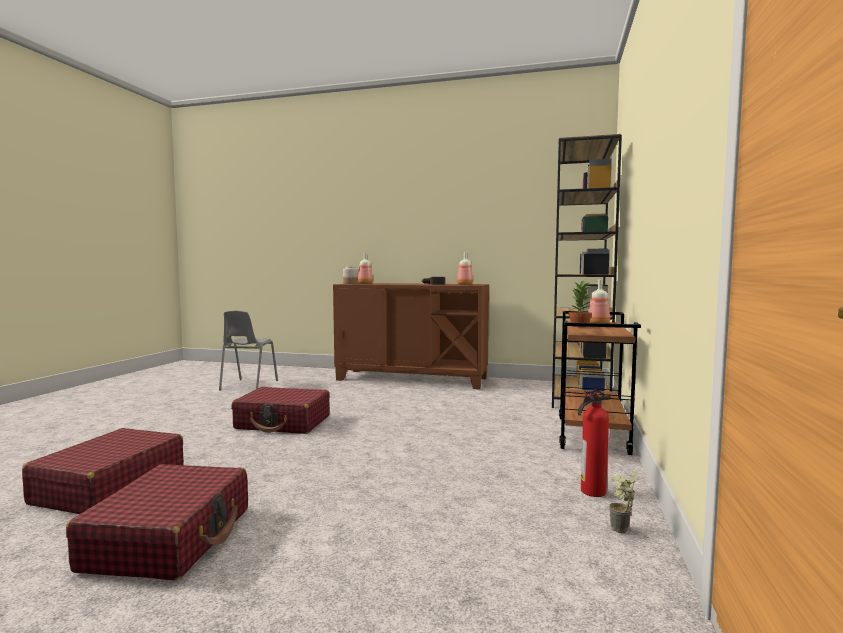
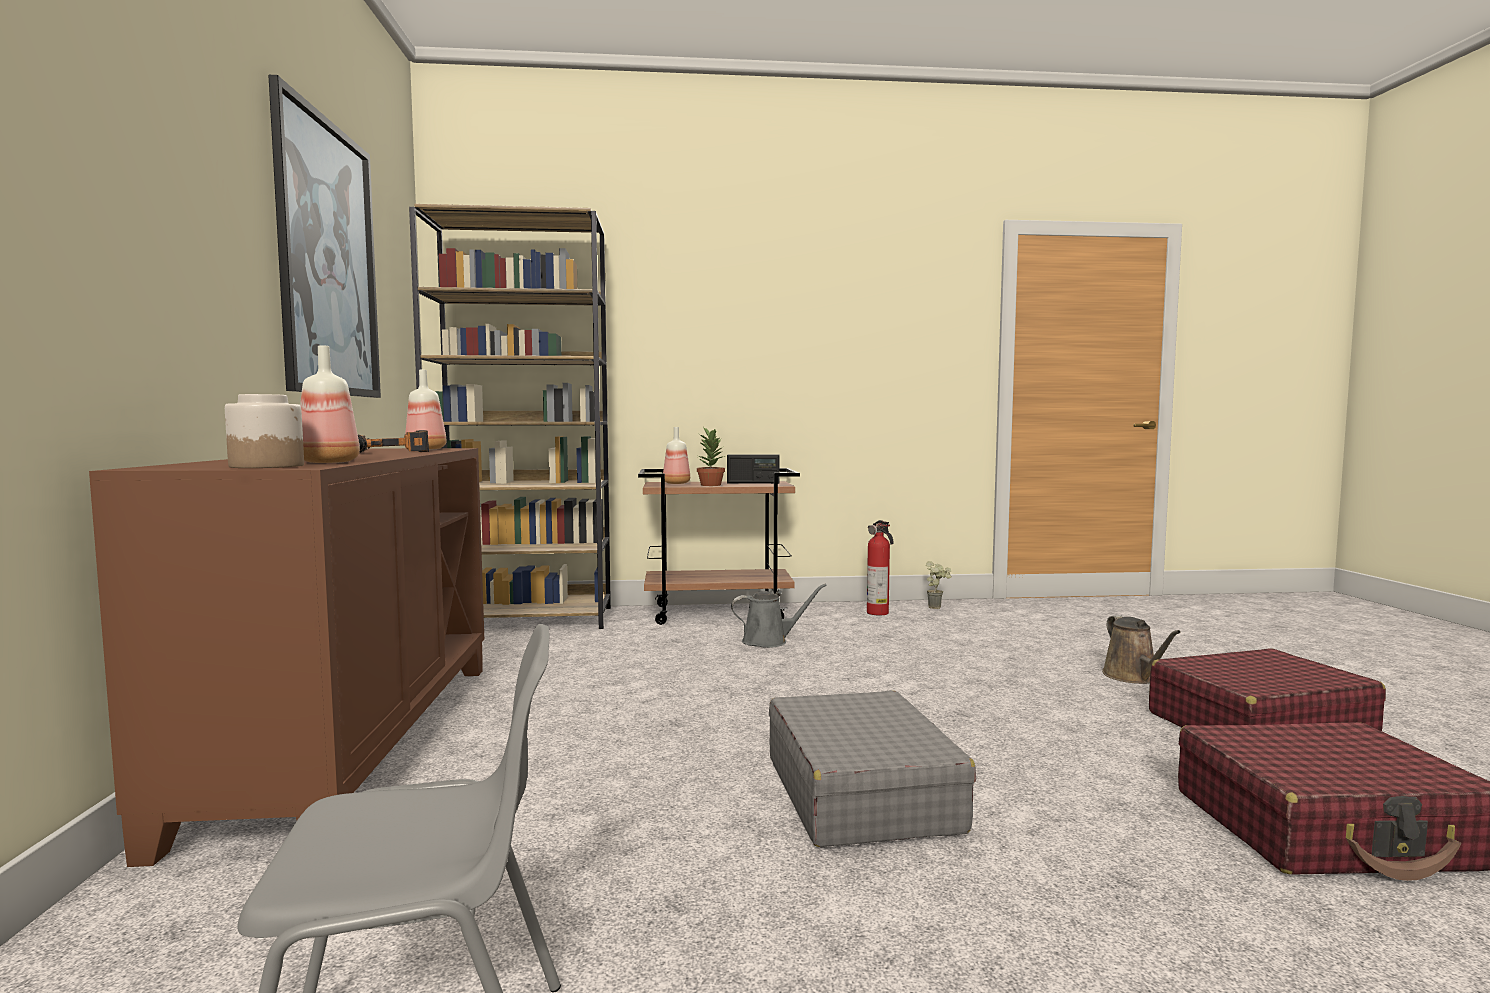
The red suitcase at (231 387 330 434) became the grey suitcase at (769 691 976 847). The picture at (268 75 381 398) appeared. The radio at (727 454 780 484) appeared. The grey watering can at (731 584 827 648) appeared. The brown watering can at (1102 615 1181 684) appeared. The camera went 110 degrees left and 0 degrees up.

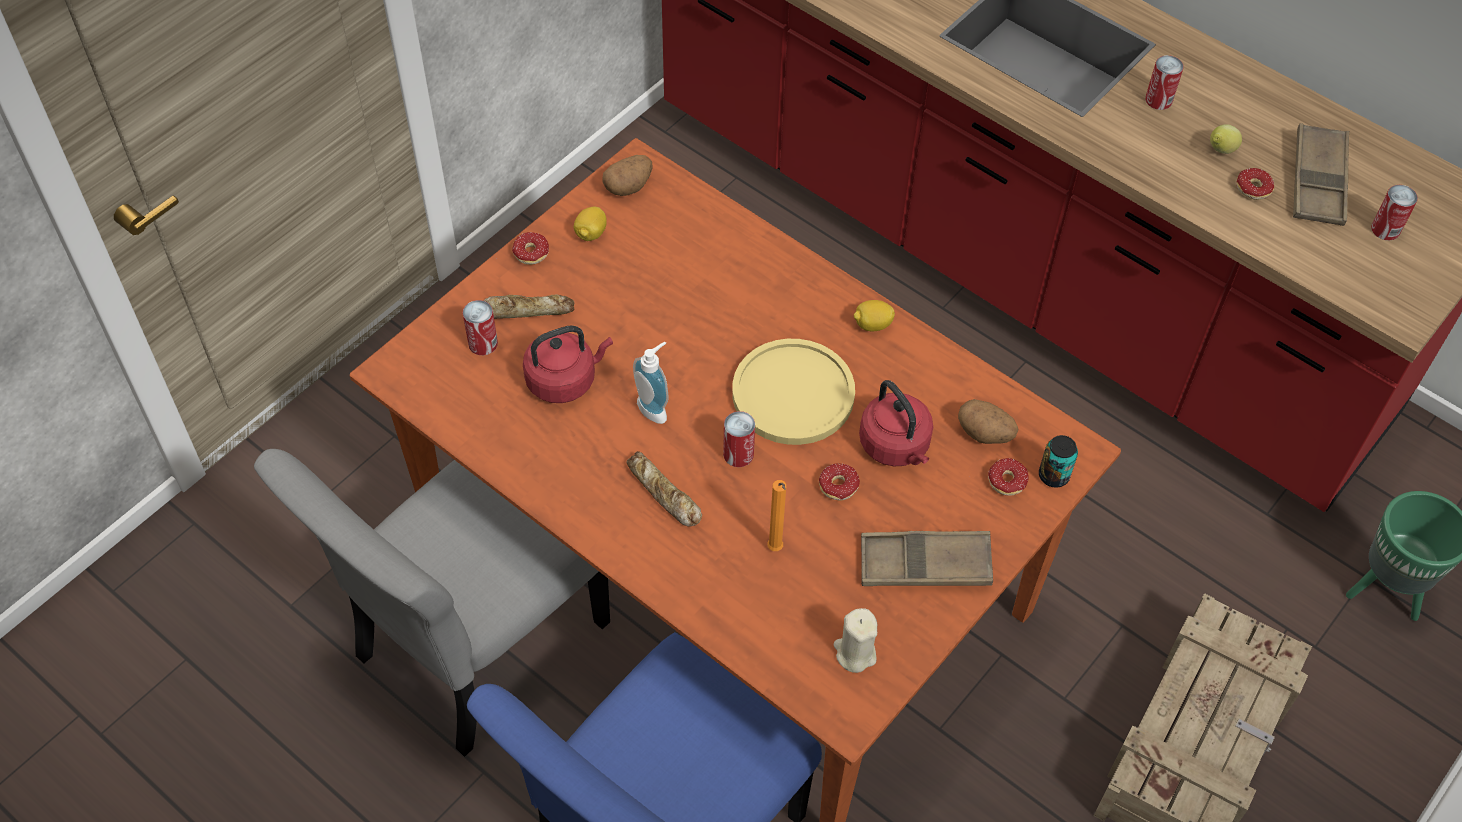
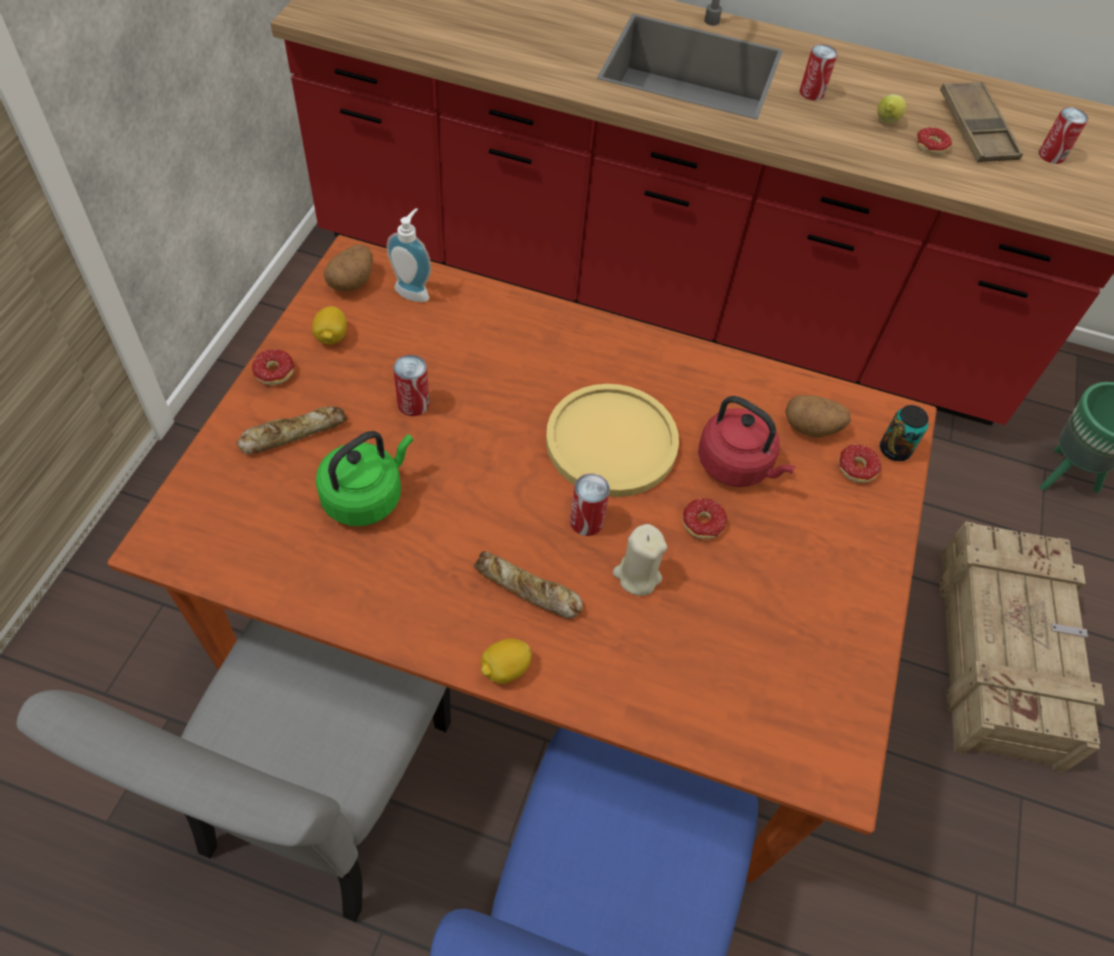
The can moved from (463 300 498 355) to (393 355 429 416). The lemon moved from (854 300 895 331) to (481 639 532 684). The red kettle at (523 325 613 403) became the green kettle at (316 431 413 526). The soap dispenser moved from (633 342 669 424) to (387 208 431 302). The orange candle at (767 480 786 551) disappeared. The brown tray at (861 531 993 586) disappeared. The beige candle moved from (834 608 877 673) to (613 524 667 596). The camera went 25 degrees left and 0 degrees up.

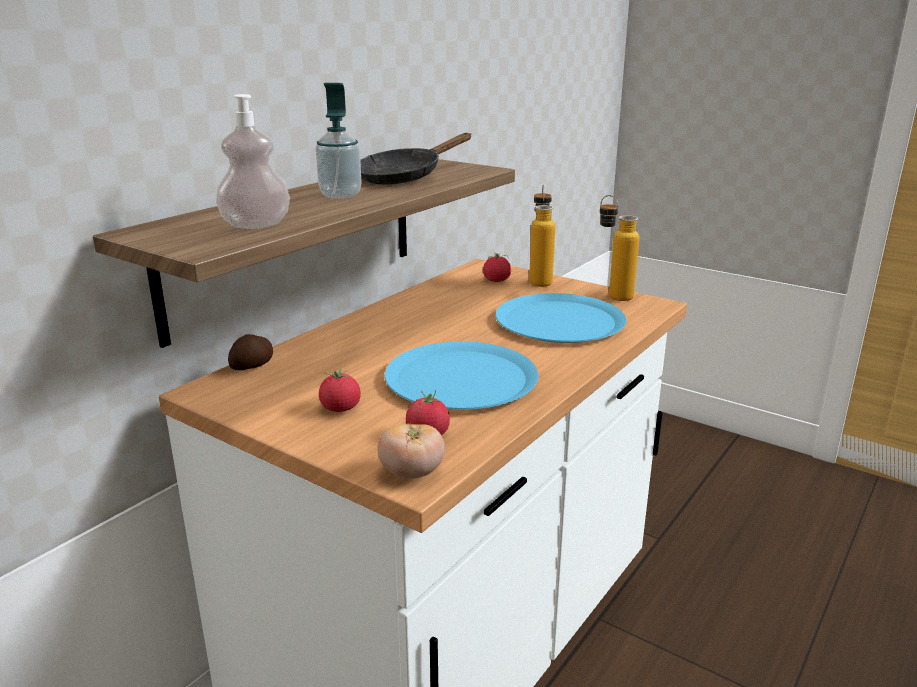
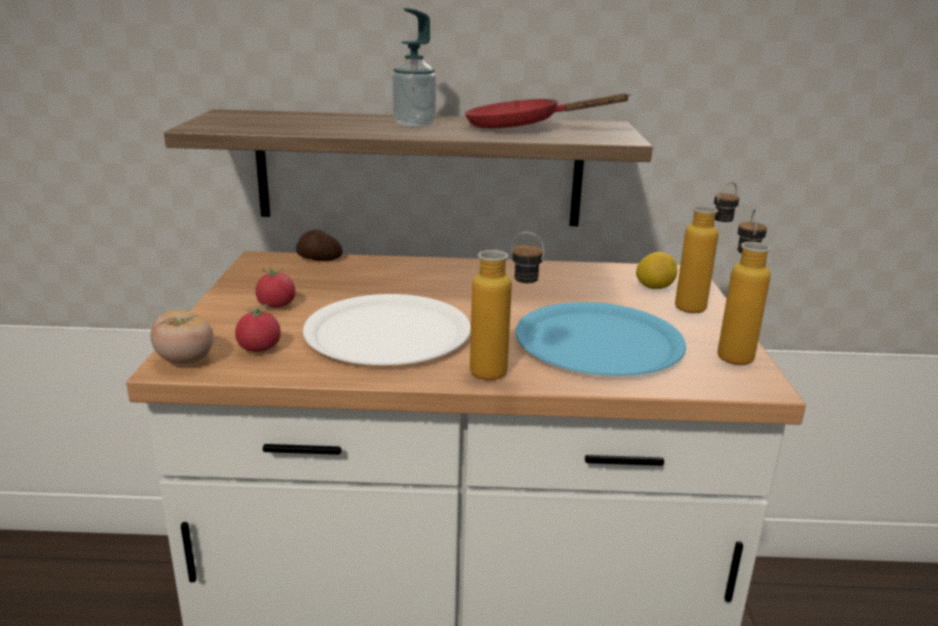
The soap dispenser at (216 94 290 229) disappeared. The black frying pan at (360 133 471 184) became the red frying pan at (465 93 631 128). The tomato at (483 253 511 282) was replaced by the lemon at (636 252 678 289). The blue plate at (385 341 539 410) became the white plate at (303 294 471 365). The bottle at (470 232 545 380) appeared. The camera went 55 degrees right and 0 degrees up.

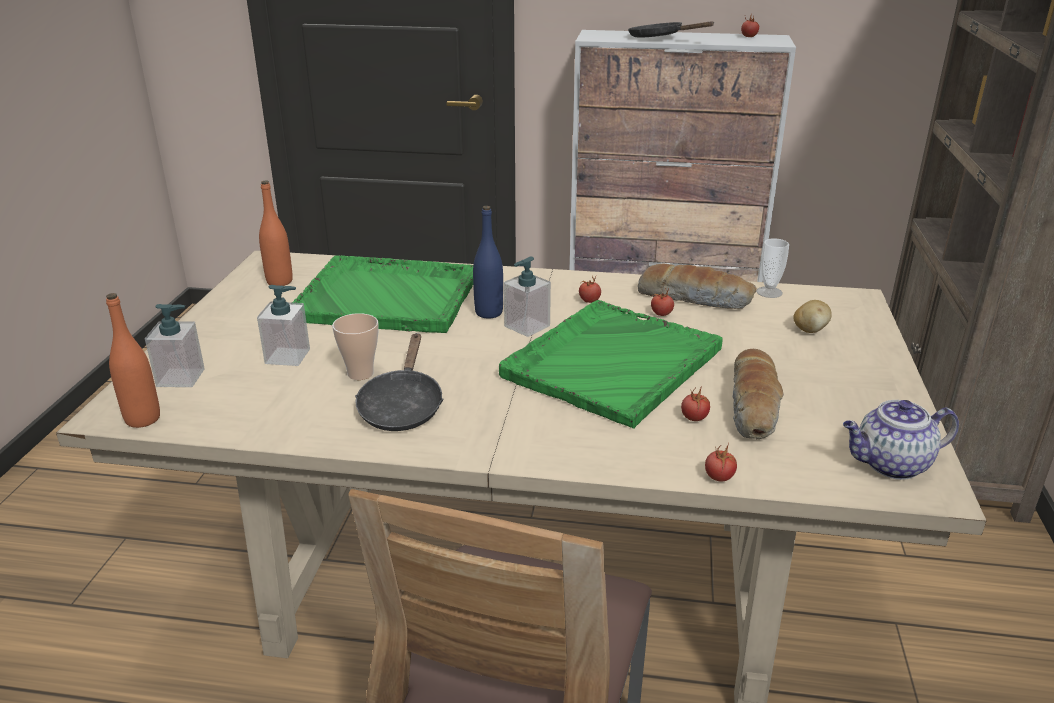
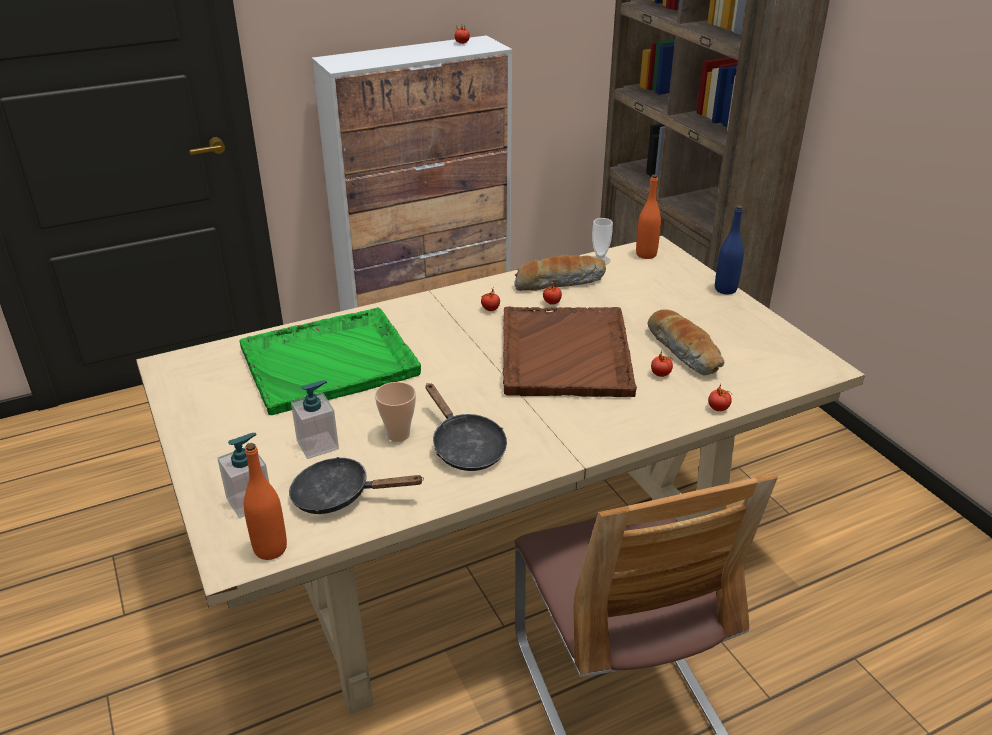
The black frying pan moved from (628 21 715 38) to (289 457 424 514). The orange bottle moved from (259 180 293 286) to (636 174 661 259). The blue bottle moved from (473 206 503 319) to (715 205 744 294). The soap dispenser at (504 257 551 337) disappeared. The green tray at (499 300 723 429) became the brown tray at (503 307 637 397). The potato at (793 300 832 333) disappeared. The teapot at (843 400 959 480) disappeared. The camera went 35 degrees left and 5 degrees up.

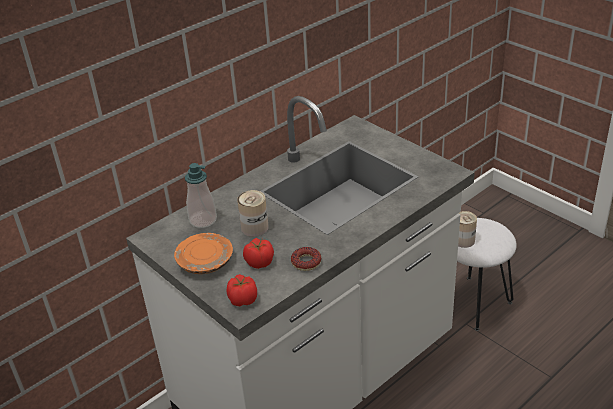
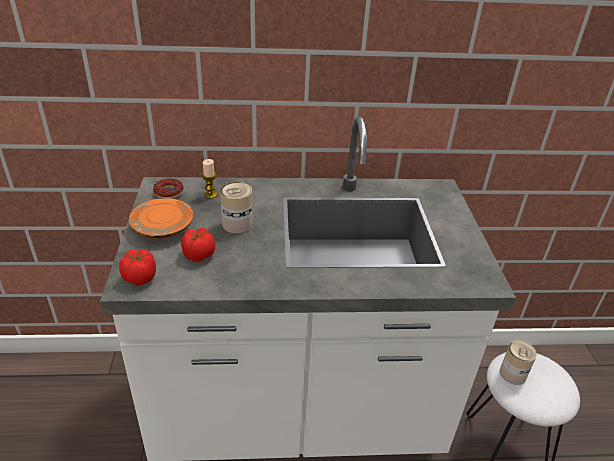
The soap dispenser at (185 163 217 228) was replaced by the candle at (202 159 217 199). The donut moved from (291 247 321 271) to (153 179 183 199). The camera went 35 degrees right and 0 degrees up.

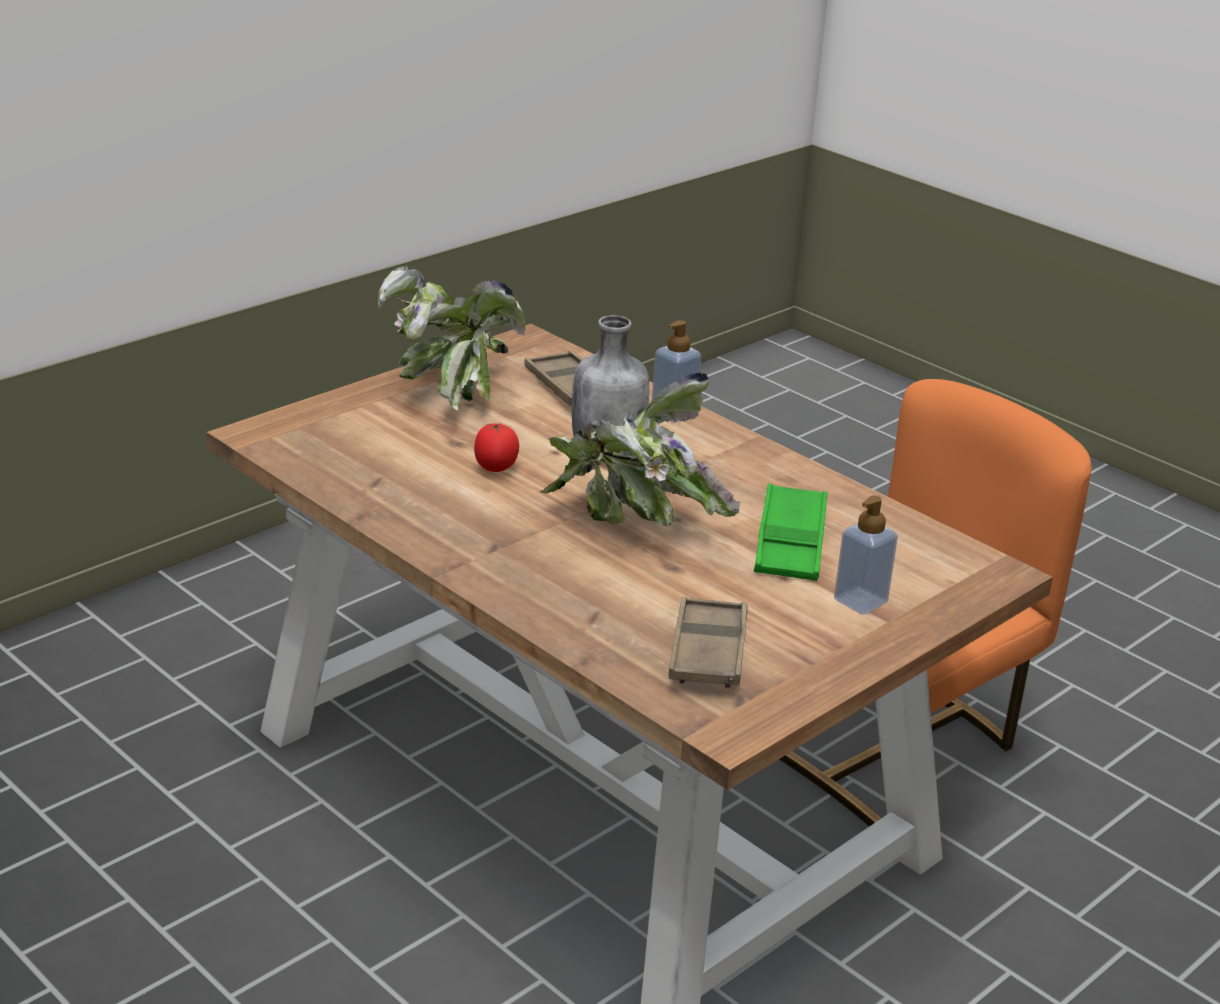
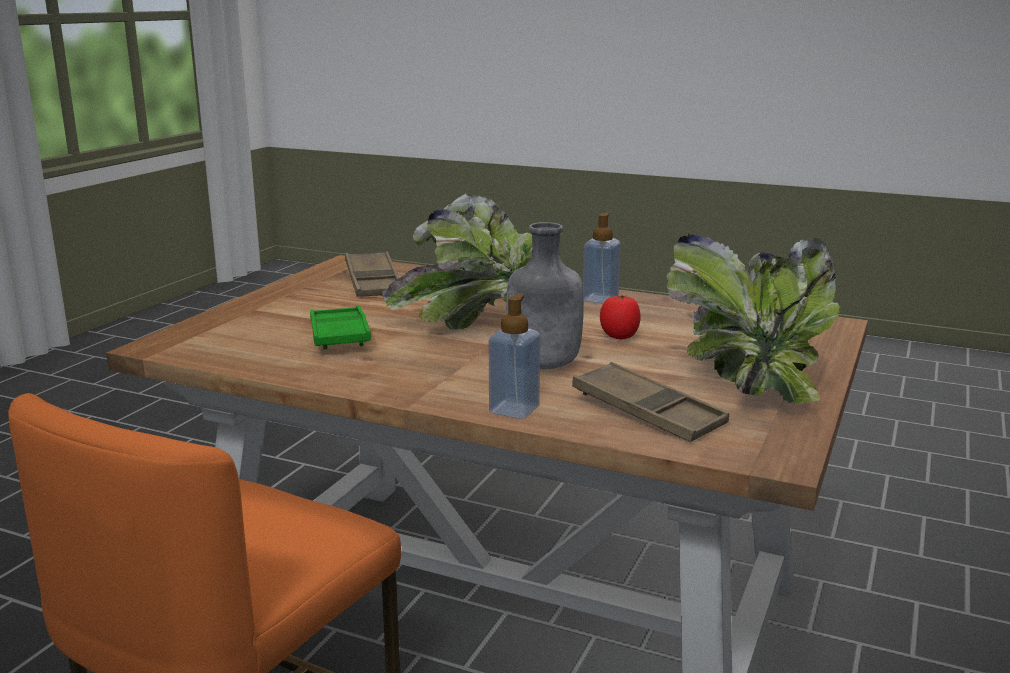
The soap dispenser moved from (834 495 898 614) to (583 212 621 303). The camera went 160 degrees right and 10 degrees down.

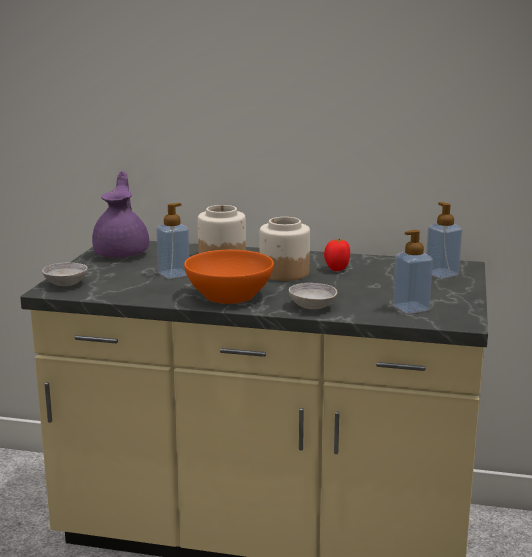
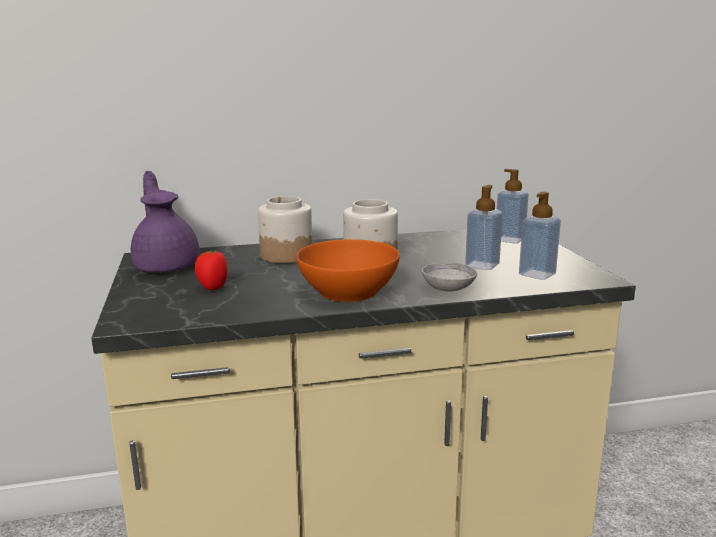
The soap dispenser moved from (156 203 189 279) to (465 185 503 270). The tomato moved from (324 239 350 271) to (195 250 228 290). The grey bowl at (42 263 88 286) disappeared. The camera went 25 degrees left and 0 degrees up.

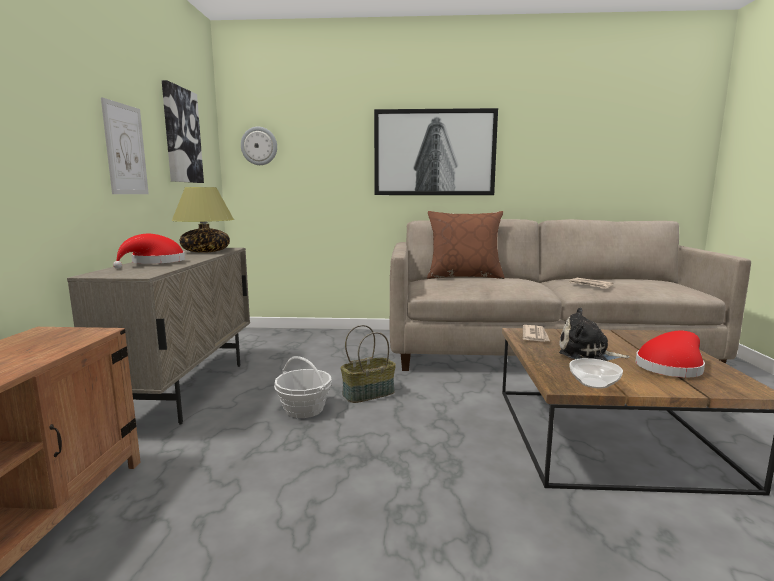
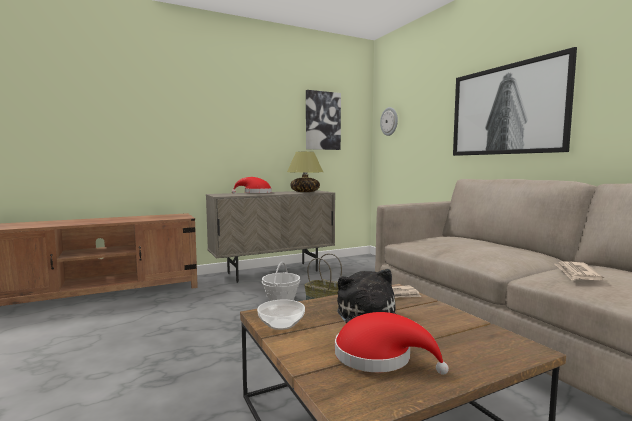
The picture at (101 98 149 194) disappeared. The brown pillow at (427 211 505 279) disappeared. The camera went 60 degrees right and 5 degrees down.

